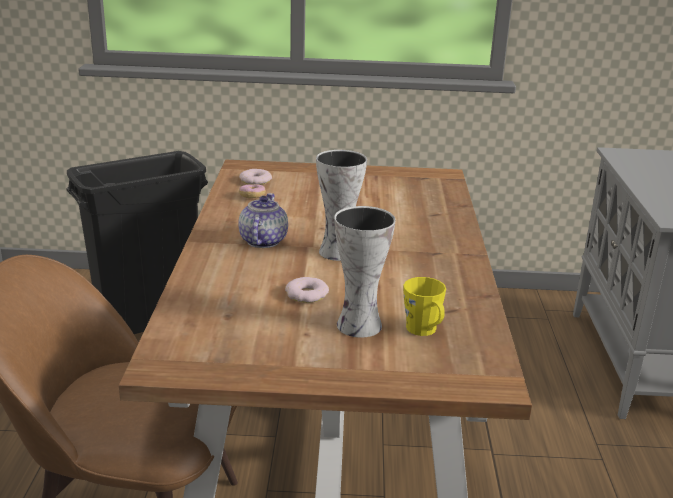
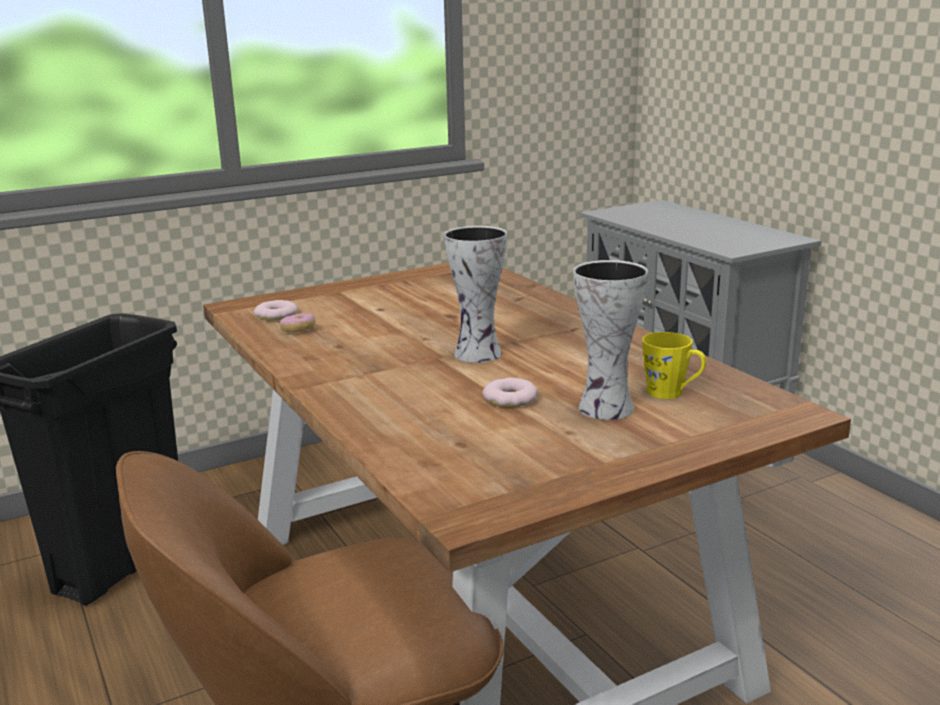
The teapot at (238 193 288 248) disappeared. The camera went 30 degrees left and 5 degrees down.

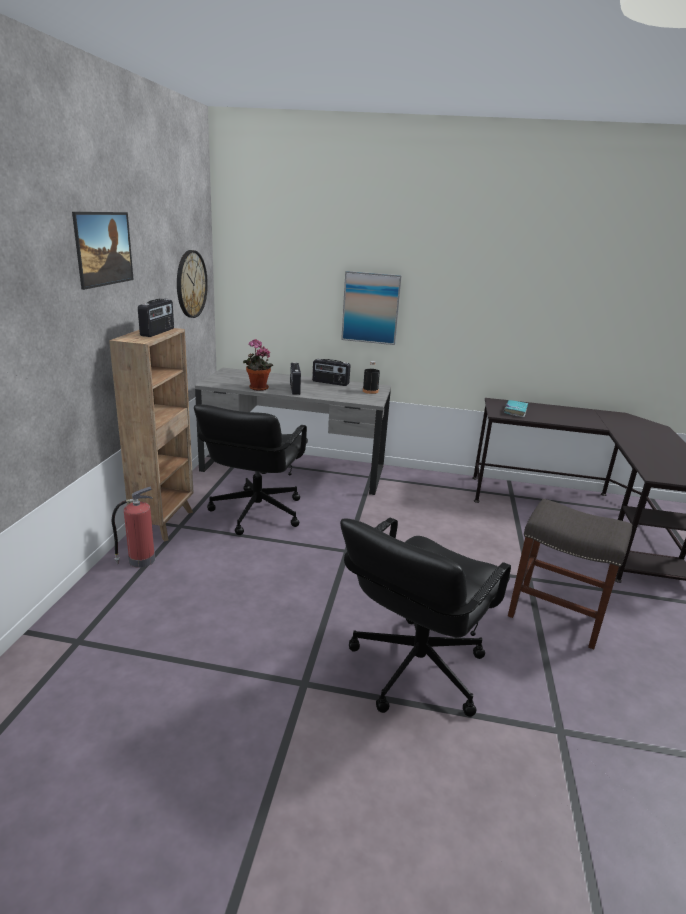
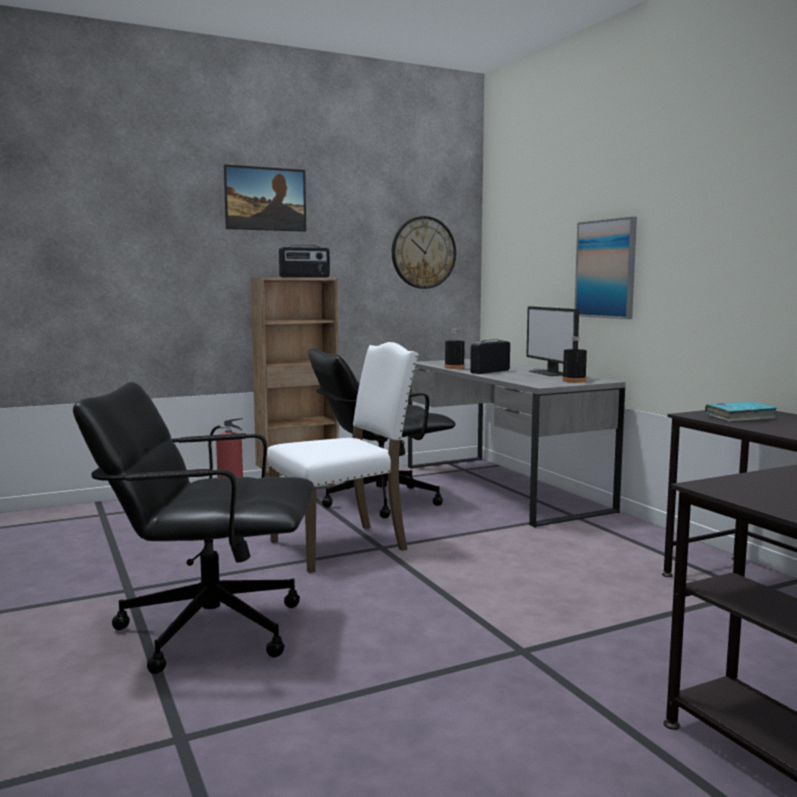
The potted plant at (243 339 274 391) was replaced by the black bottle at (445 329 465 369). The radio at (312 359 351 386) was replaced by the monitor at (526 306 579 376). The grey stool at (508 499 632 650) disappeared. The white chair at (267 342 419 573) appeared. The camera went 55 degrees right and 15 degrees down.

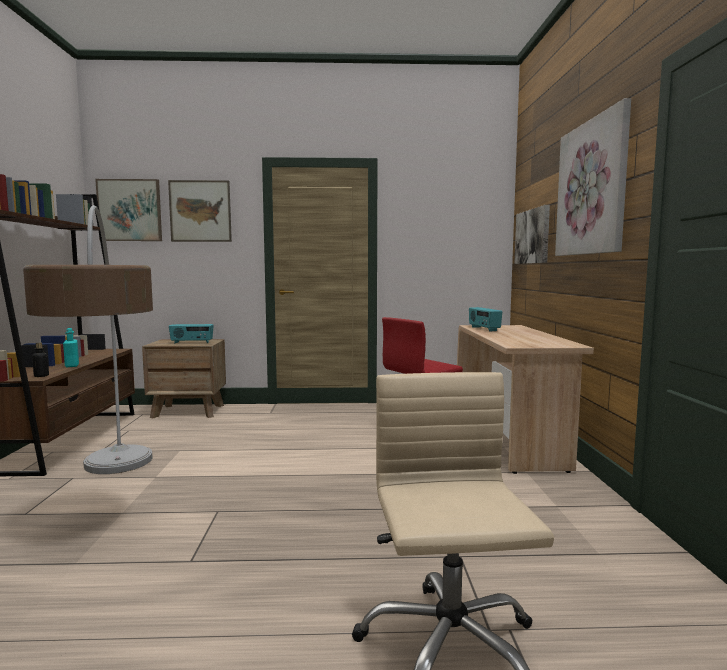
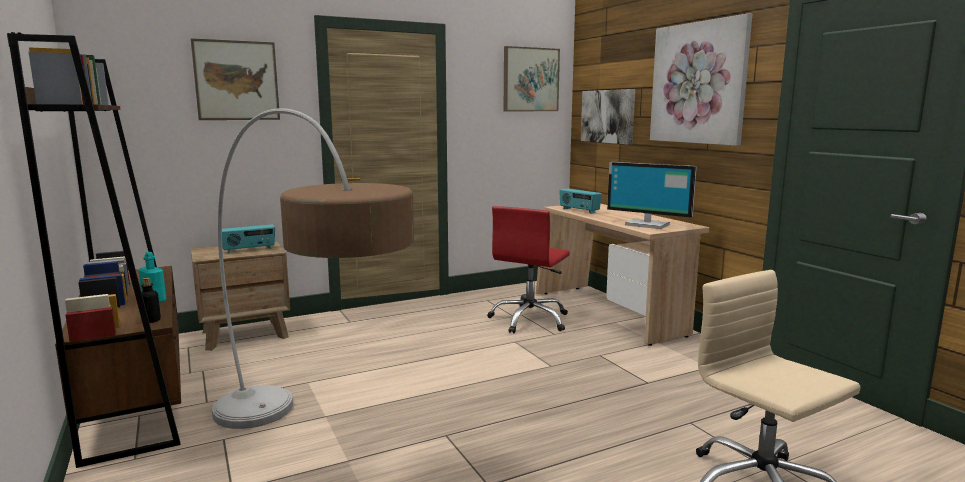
The picture moved from (95 179 162 241) to (504 46 560 111). The monitor at (607 162 697 229) appeared. The camera went 25 degrees left and 5 degrees up.

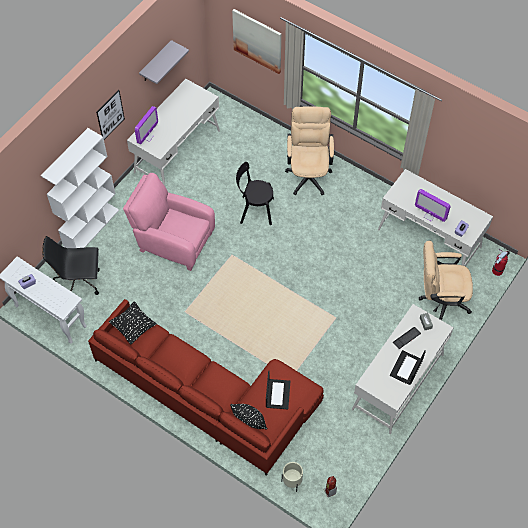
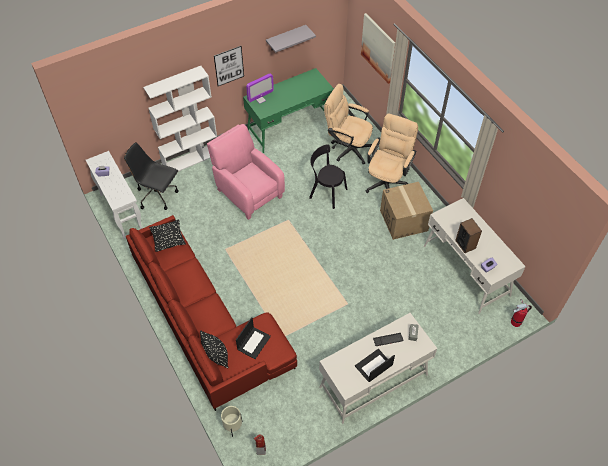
The white desk at (127 79 220 186) became the green desk at (243 68 334 153). The monitor at (415 189 451 222) was replaced by the speaker at (455 218 482 253). The beige office chair moved from (419 241 473 320) to (324 84 373 164). The cardboard box at (380 182 433 240) appeared. The camera went 25 degrees right and 5 degrees down.

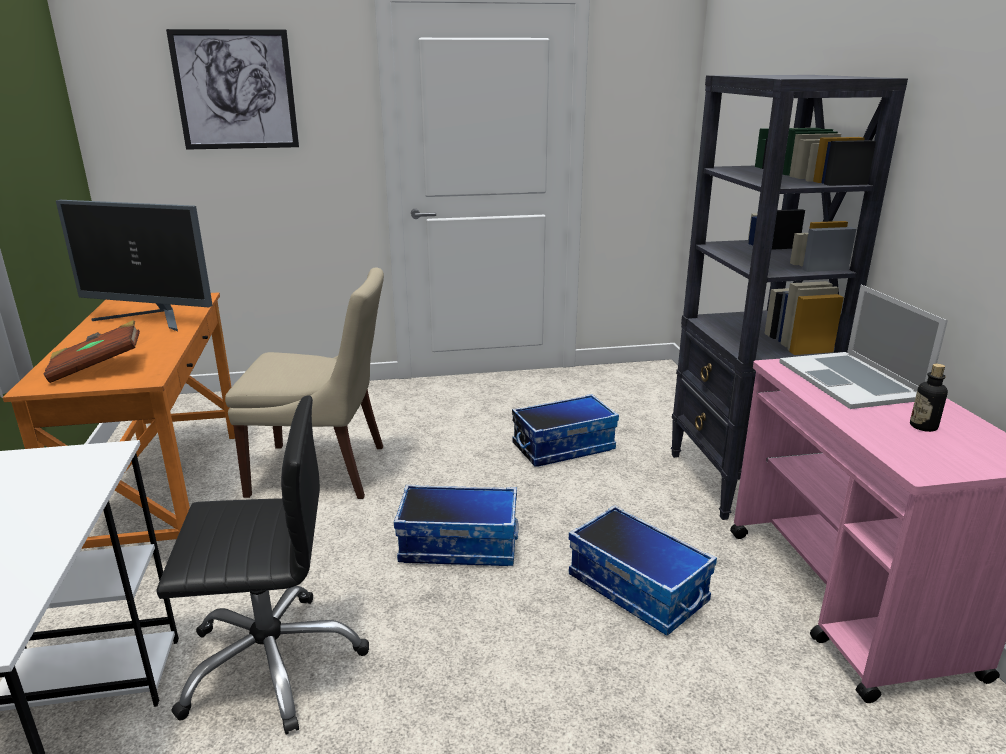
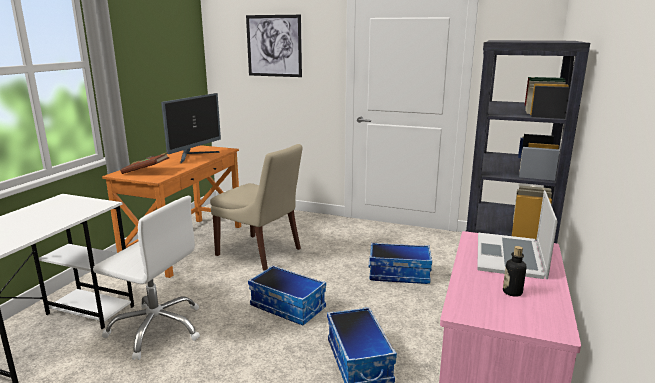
The monitor at (56 200 213 331) turned 105 degrees counterclockwise. The black office chair at (156 395 369 735) became the white office chair at (93 196 200 360). The camera went 30 degrees right and 5 degrees down.

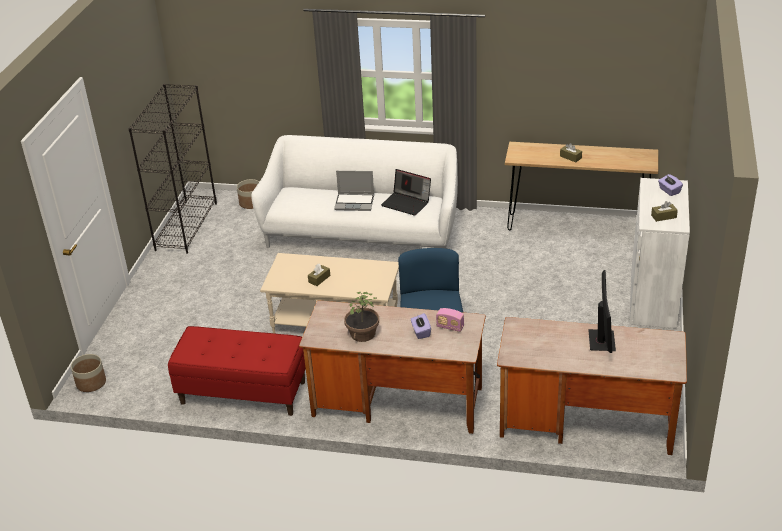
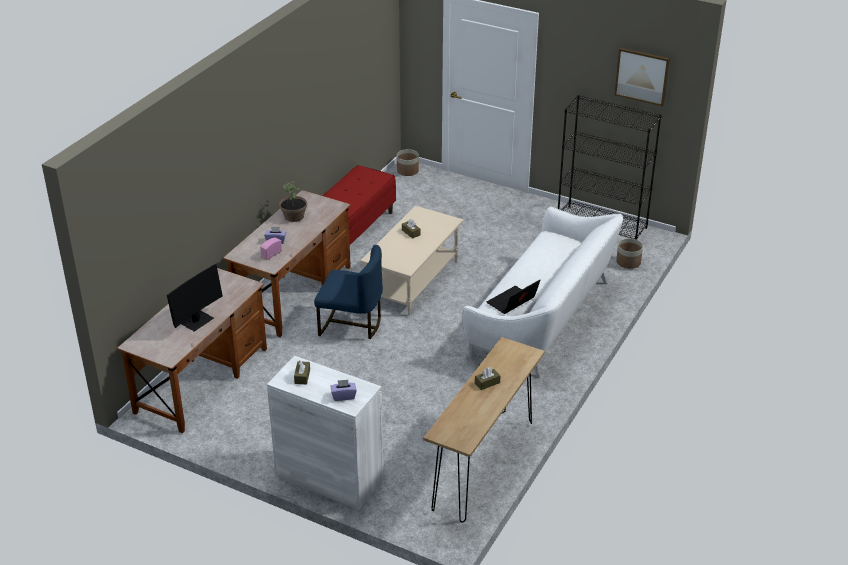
The laptop at (334 171 374 211) disappeared. The monitor at (588 270 616 353) turned 75 degrees counterclockwise. The picture at (615 48 670 107) appeared. The camera went 105 degrees right and 0 degrees up.

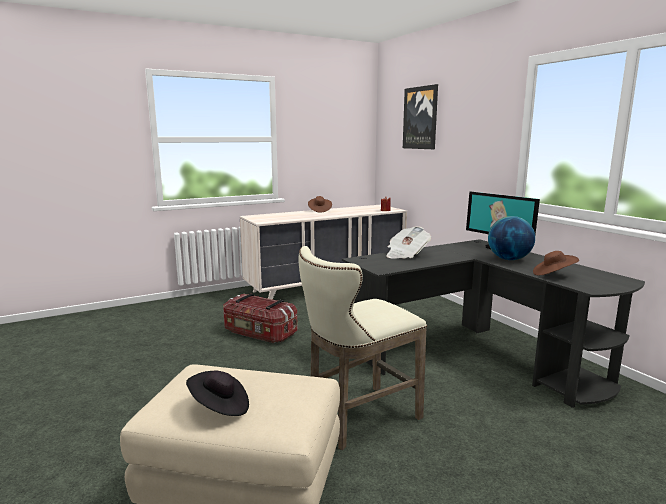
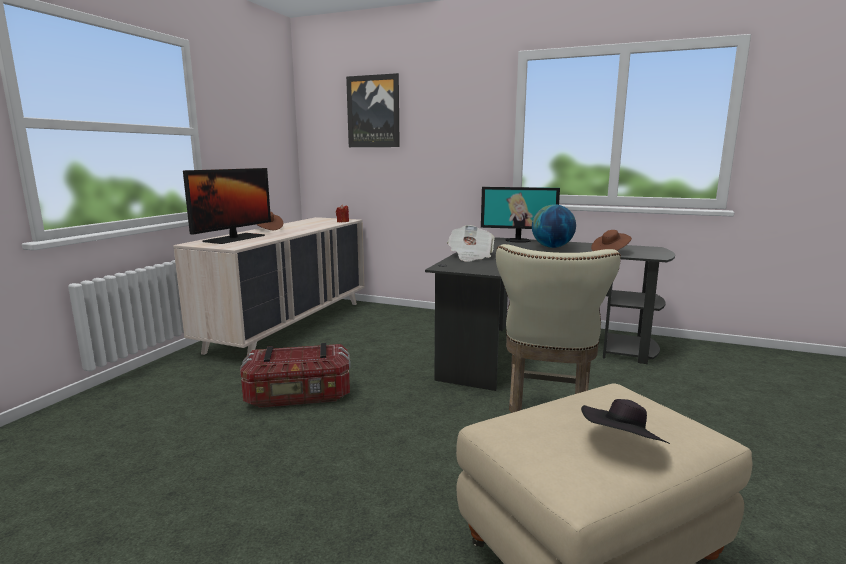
The monitor at (183 168 271 244) appeared. The camera went 40 degrees left and 0 degrees up.

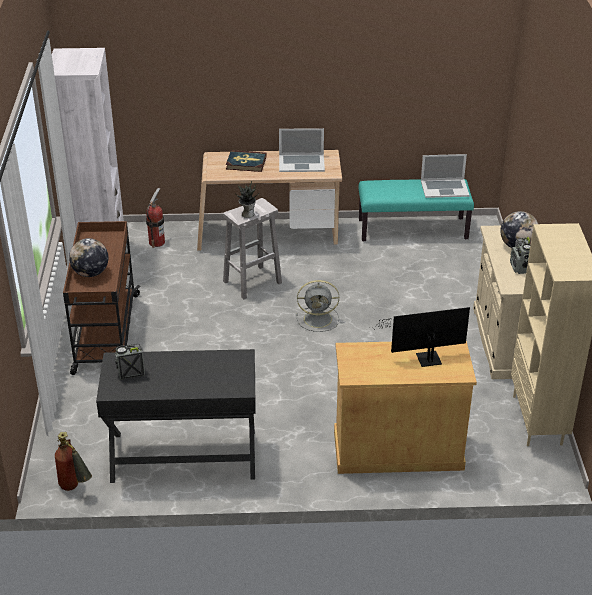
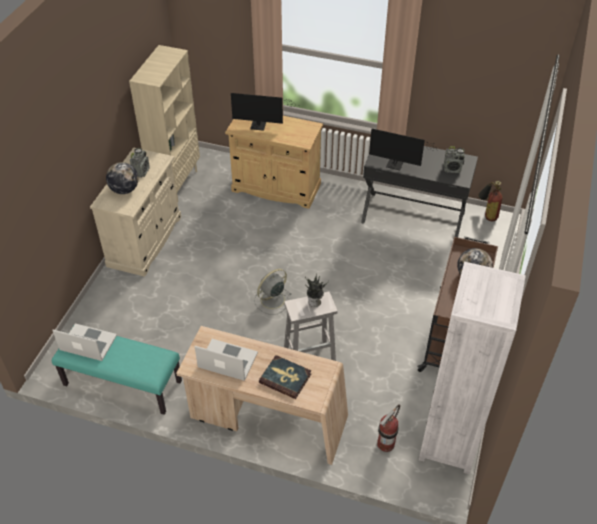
The grey fan at (296 280 339 332) turned 60 degrees counterclockwise. The monitor at (369 129 433 170) appeared. The camera went 160 degrees left and 10 degrees up.

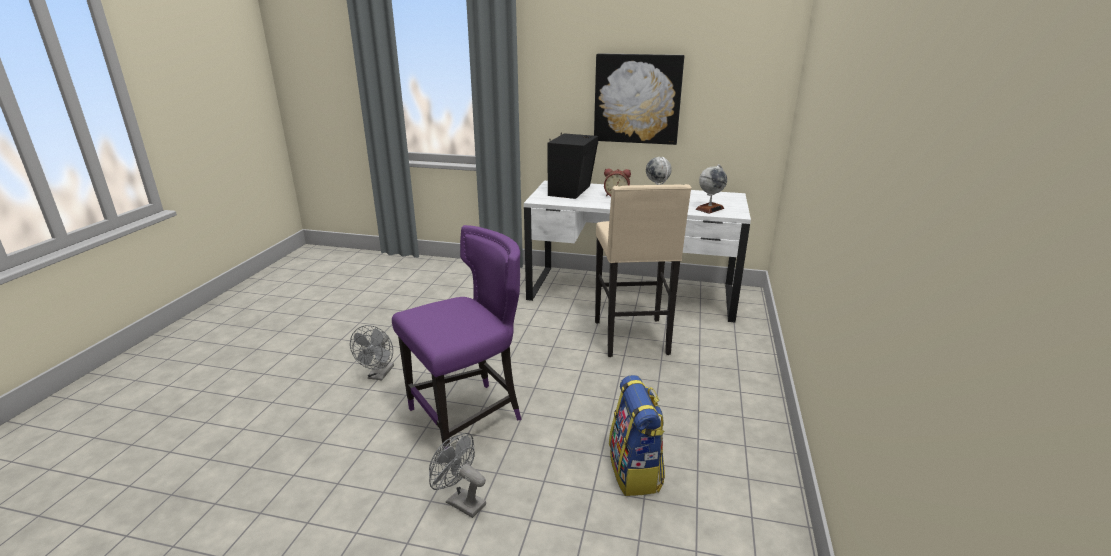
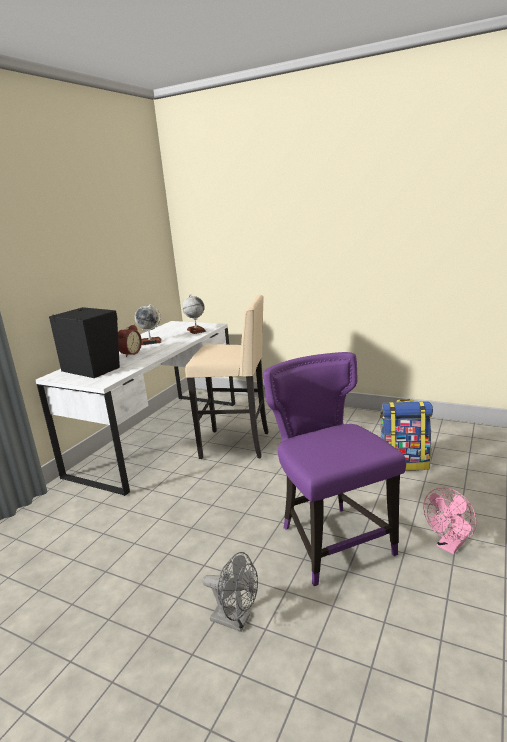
The picture at (594 53 684 145) disappeared. The grey fan at (429 433 486 518) became the pink fan at (423 487 477 554). The camera went 75 degrees left and 5 degrees down.

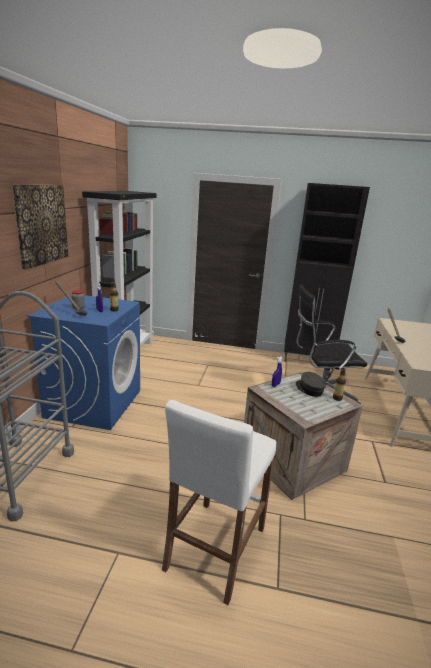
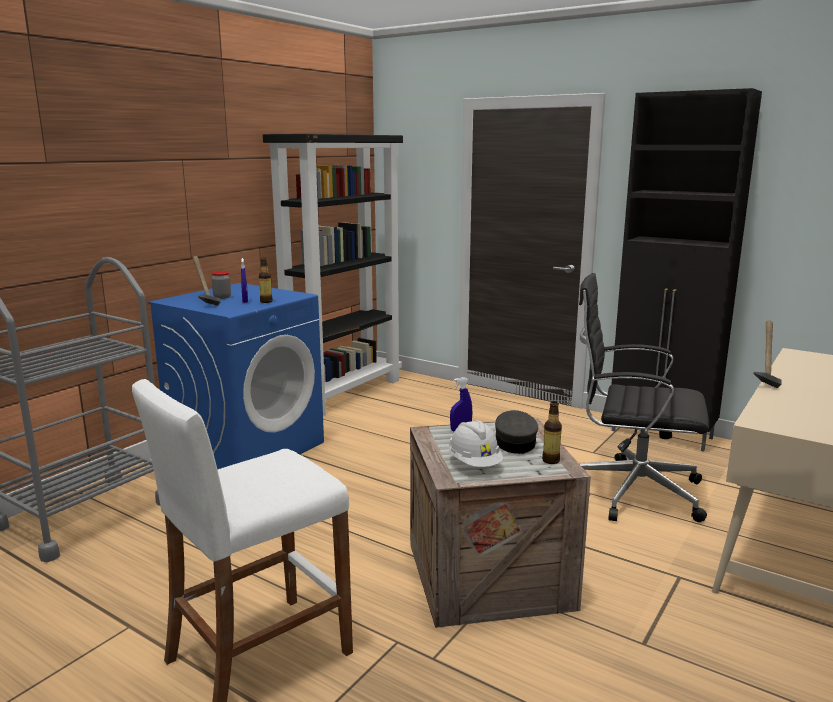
The picture at (12 184 68 270) disappeared. The white hard hat at (448 420 504 467) appeared. The camera went 25 degrees right and 5 degrees down.

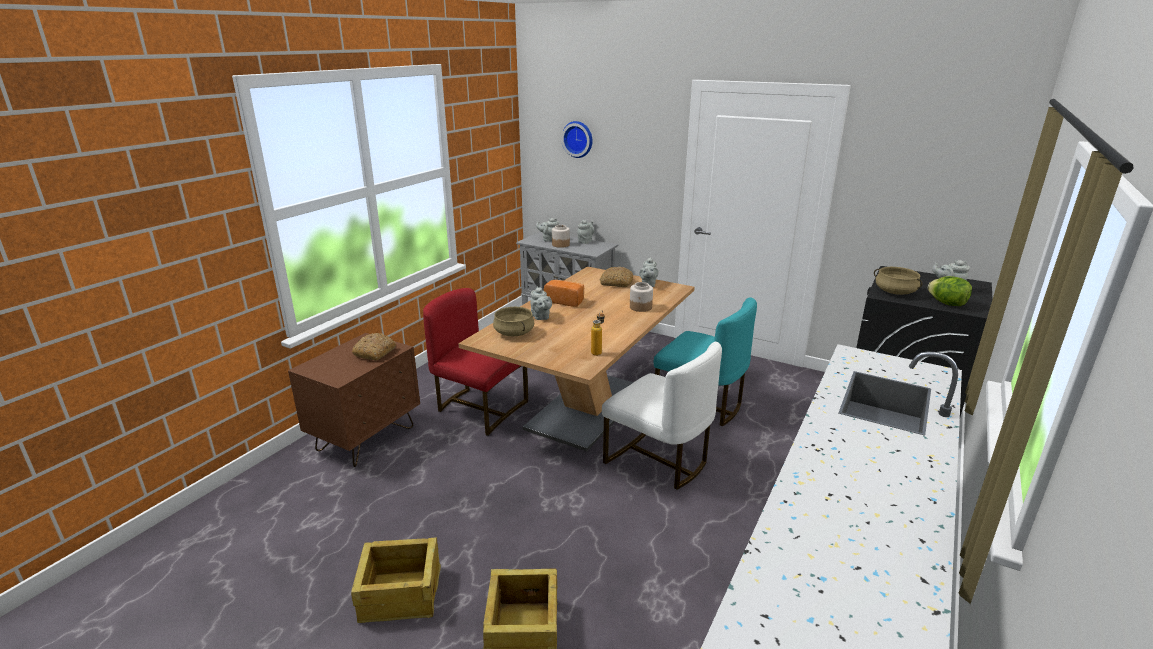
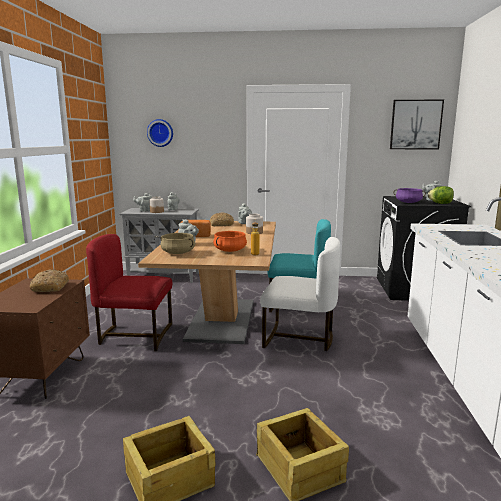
The beige cooking pot at (874 267 922 295) became the purple cooking pot at (393 188 426 203). The picture at (390 99 444 149) appeared. The orange cooking pot at (213 231 247 252) appeared. The camera went 25 degrees left and 10 degrees down.

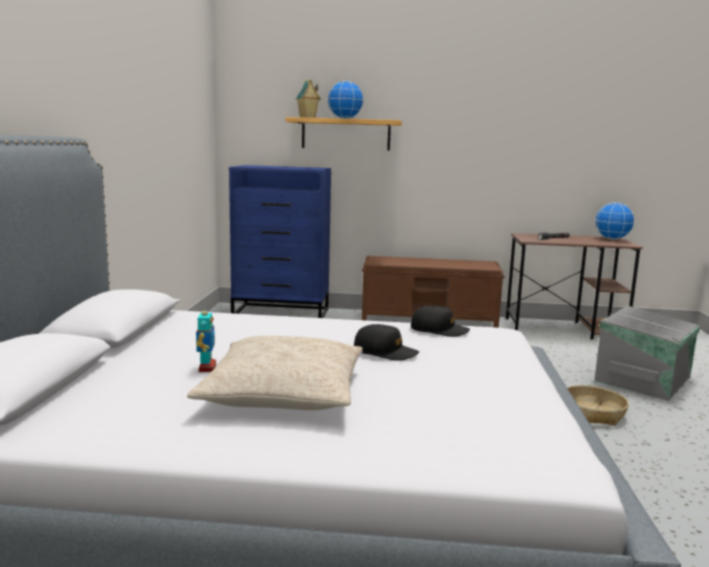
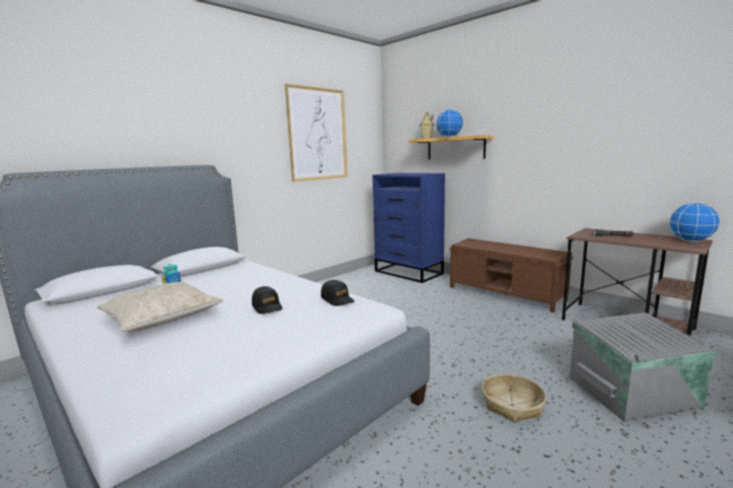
The picture at (285 84 347 182) appeared. The camera went 40 degrees right and 0 degrees up.

